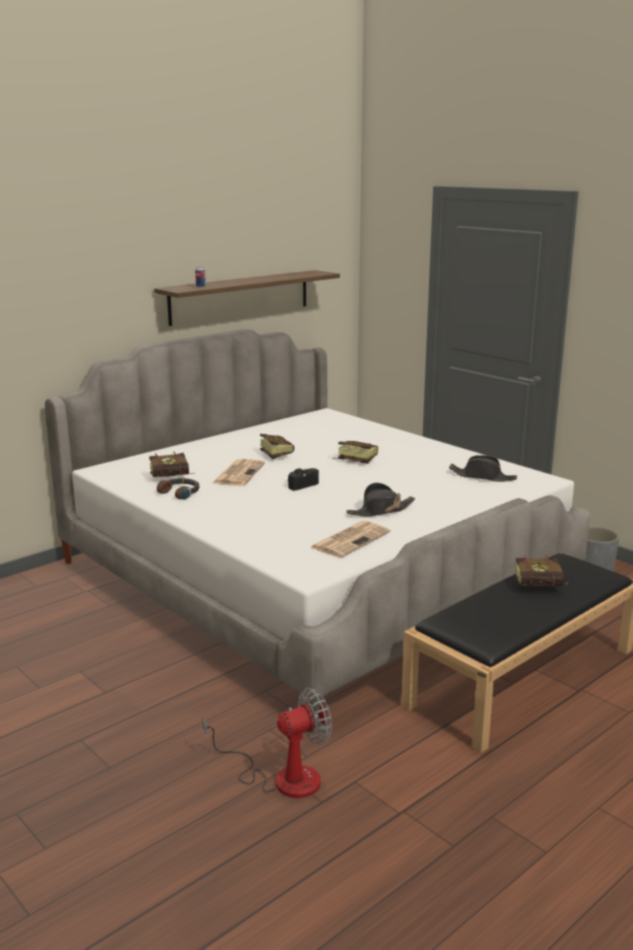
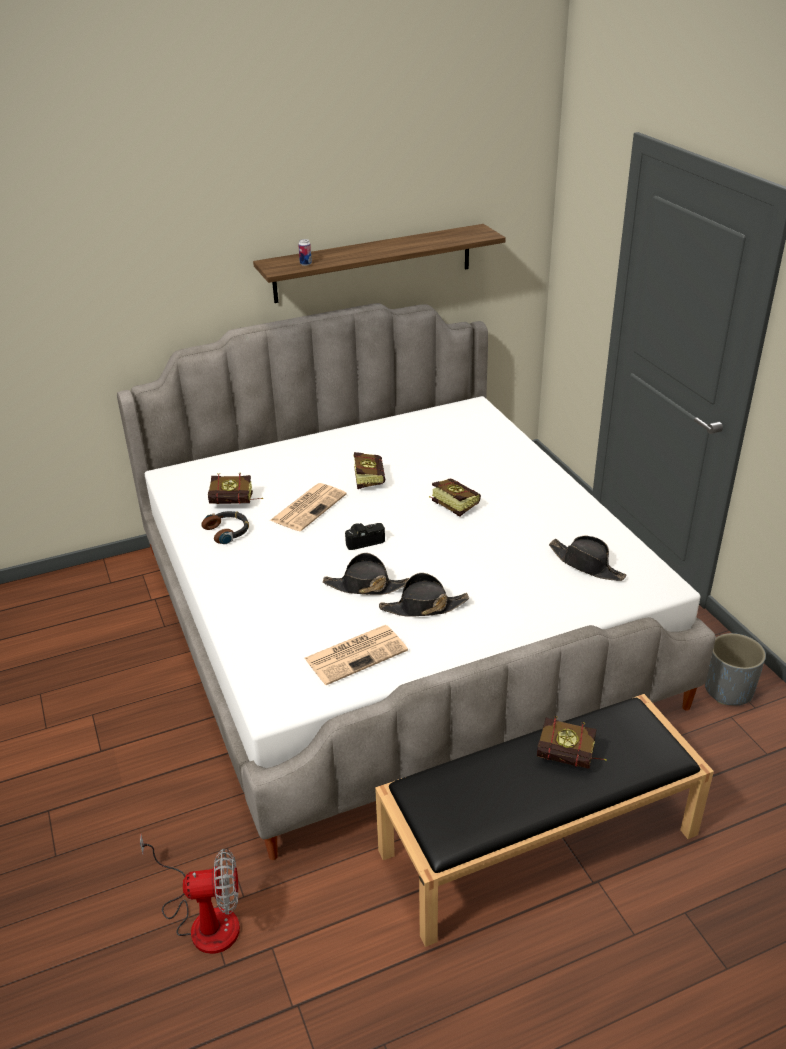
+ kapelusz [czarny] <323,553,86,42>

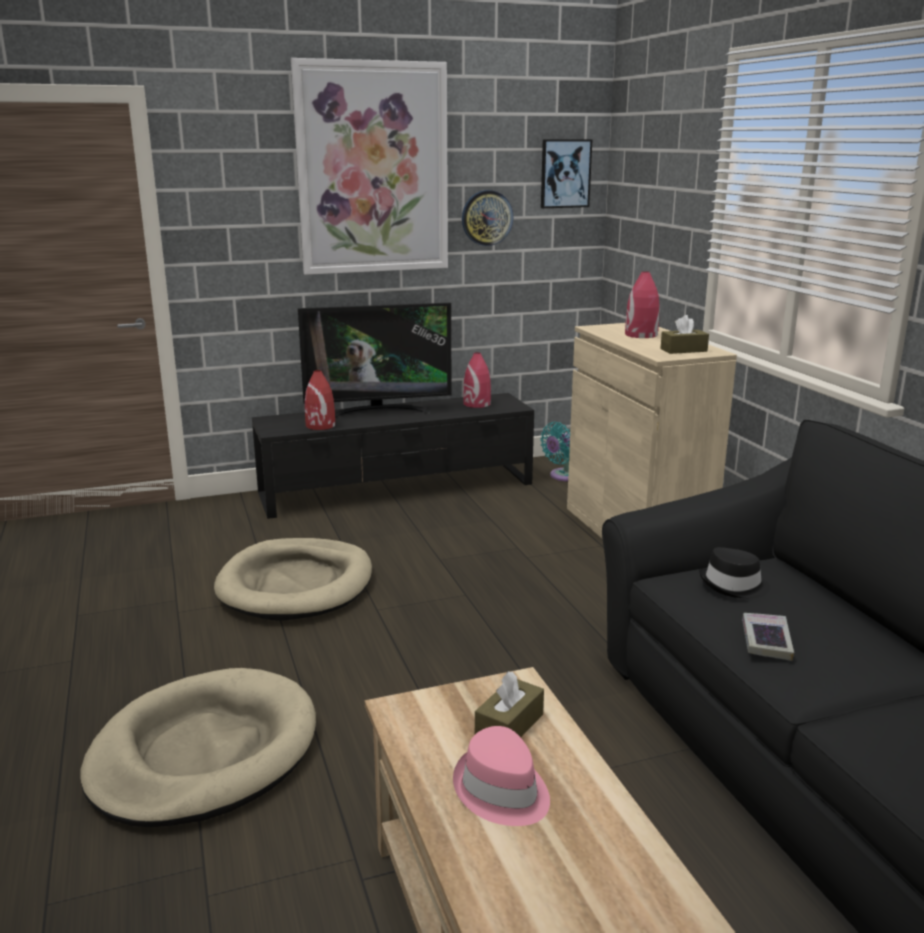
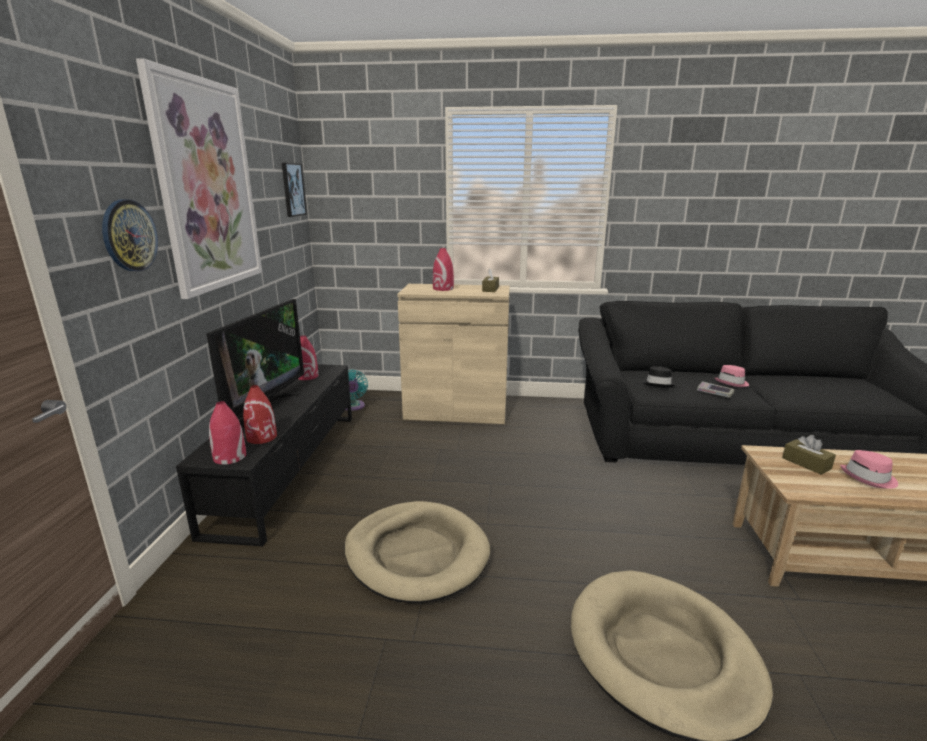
~ zegar ścienny <462,190,51,56> to <102,199,56,72>
+ kapelusz [różowy] <715,365,34,22>
+ wazon [czerwony] <209,401,37,64>

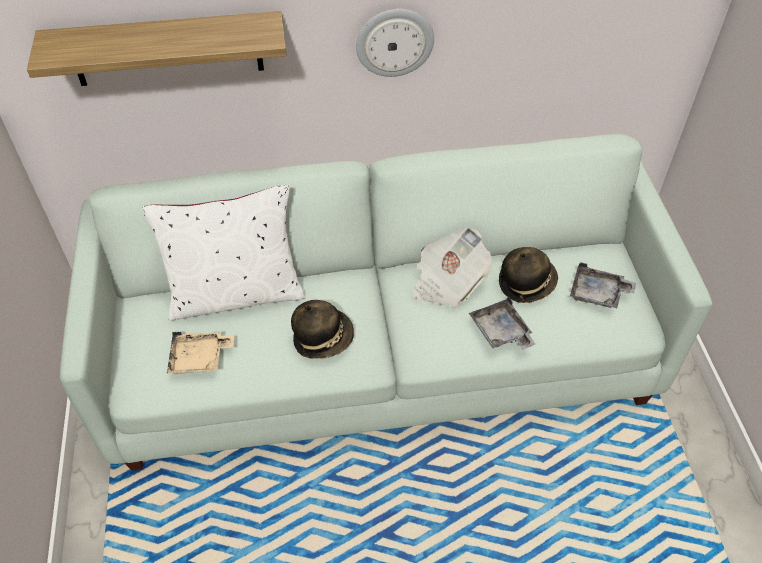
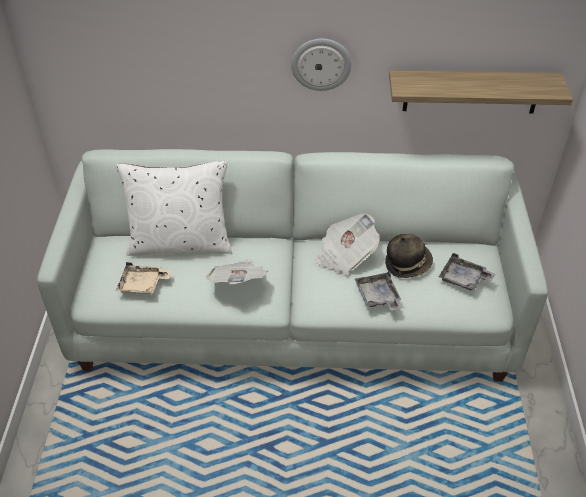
~ półka <27,11,260,75> to <389,70,184,43>
~ kapelusz <291,300,63,59> to gazeta <206,260,62,24>

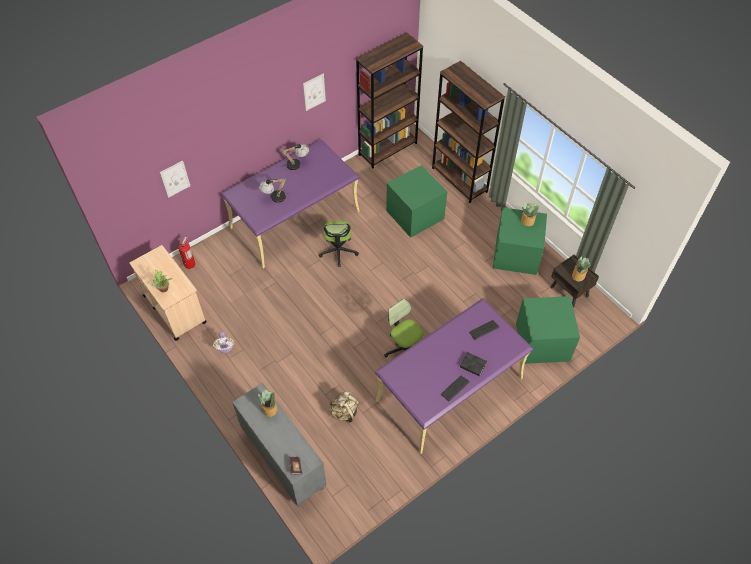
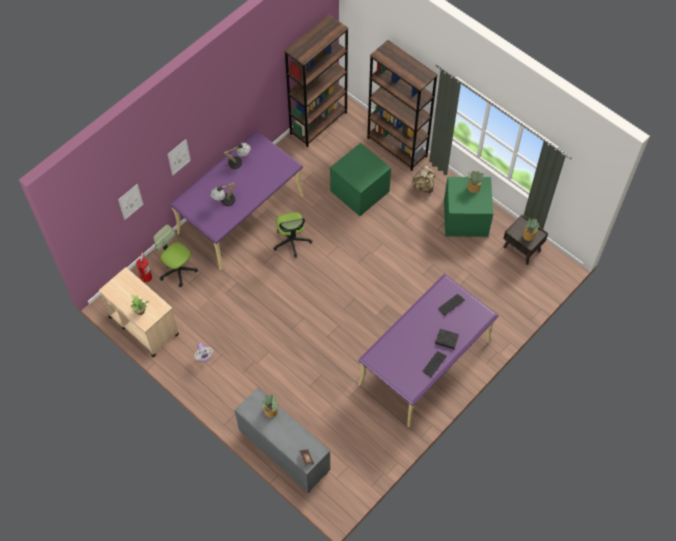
~ obraz <303,74,23,37> to <168,139,23,36>
- pojemnik do przechowywania [zielony] <516,296,64,68>
~ krzesło biurowe <384,299,40,59> to <153,225,45,62>
~ plecak [beżowy] <329,392,31,31> to <412,166,24,27>

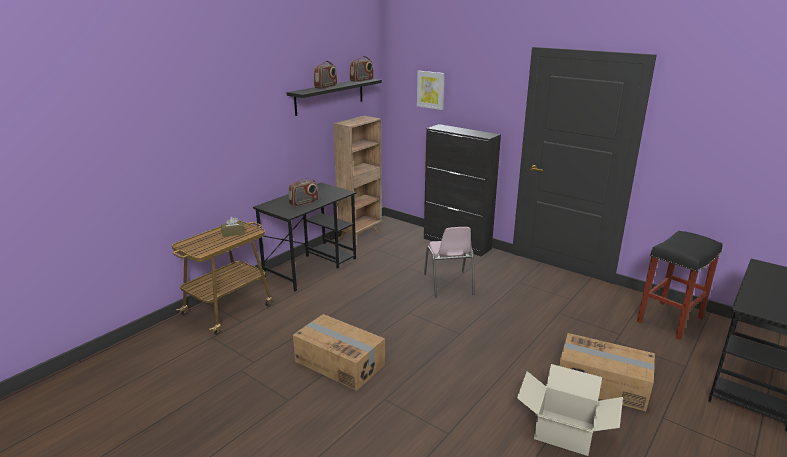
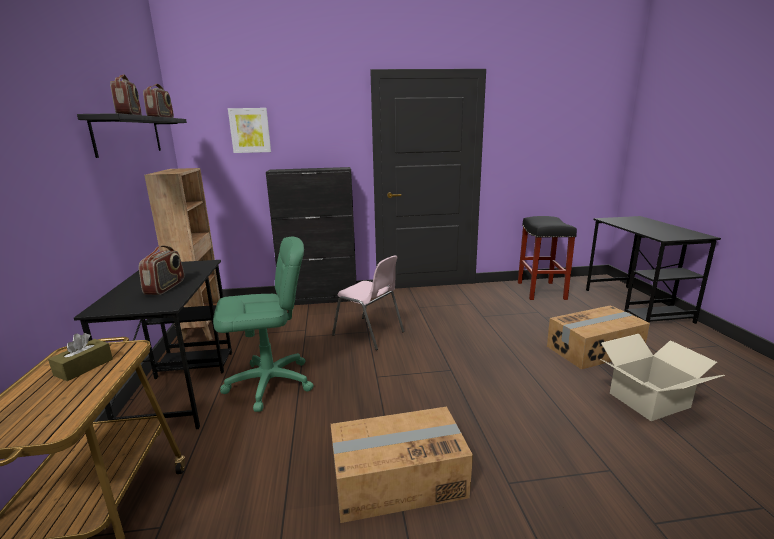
+ krzesło biurowe [zielony] <213,237,101,175>

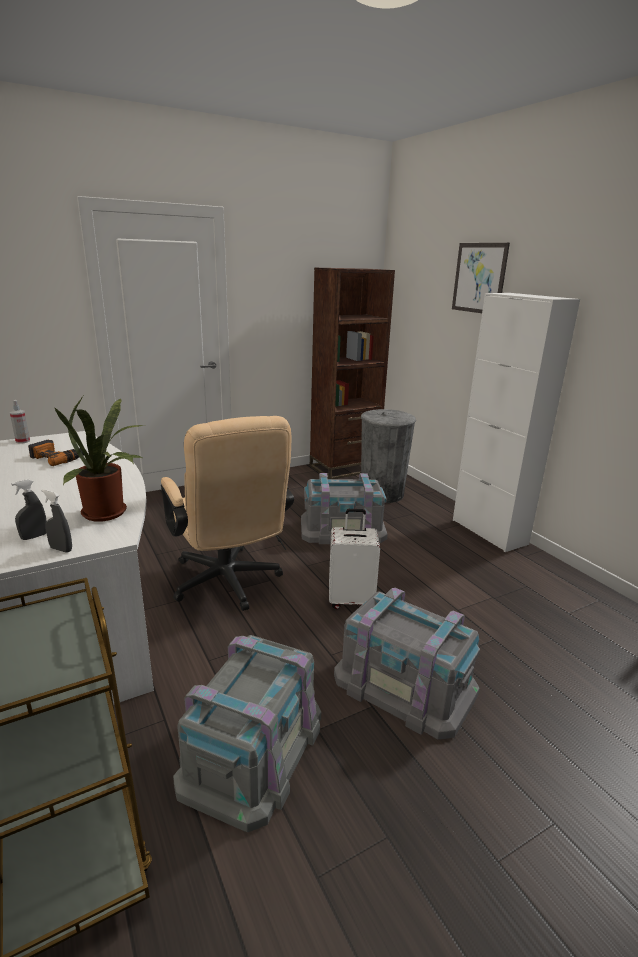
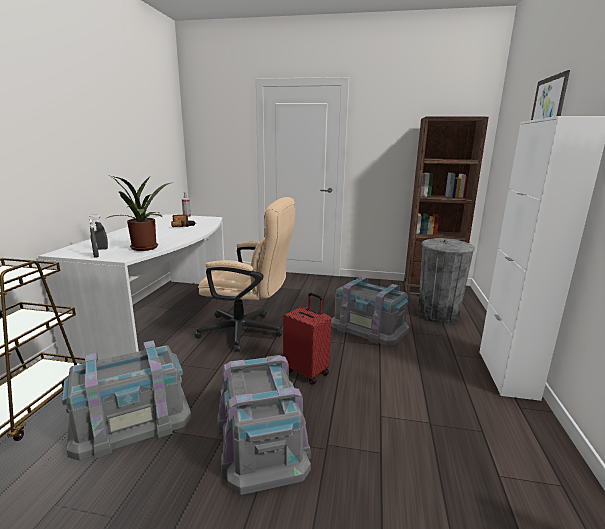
~ krzesło biurowe [beżowy] <161,416,133,195> = <194,197,101,155> 90 degrees counterclockwise
~ walizka [biały] <329,509,51,100> to walizka [czerwony] <283,293,48,91>

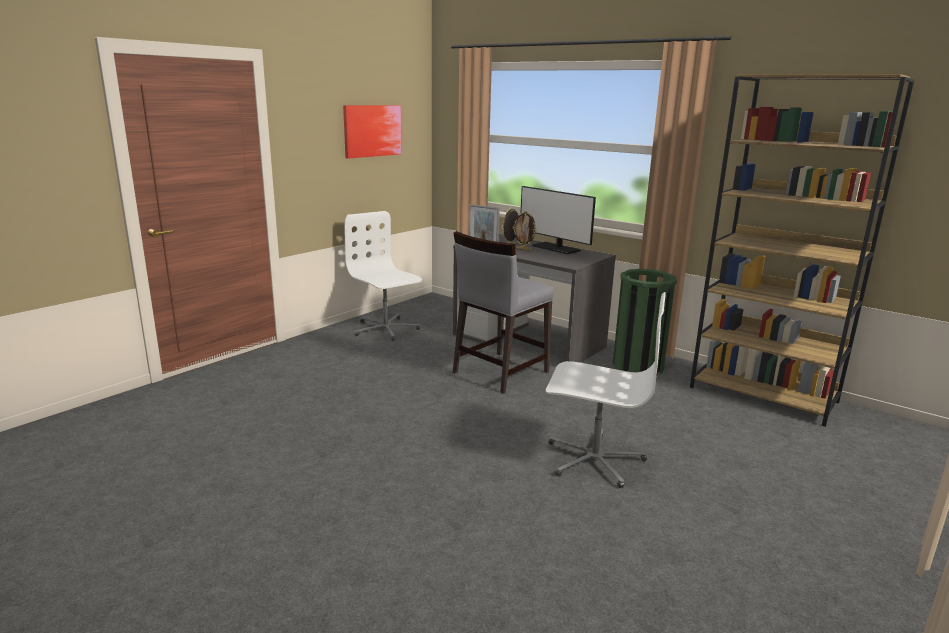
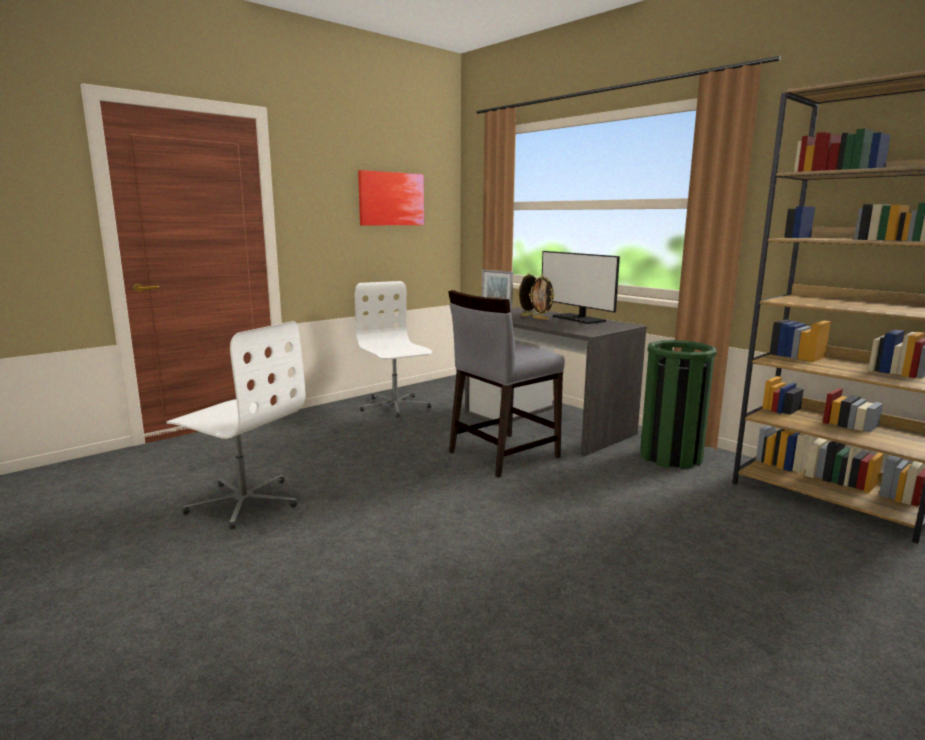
~ krzesło biurowe [biały] <546,292,120,196> to <167,321,138,208>

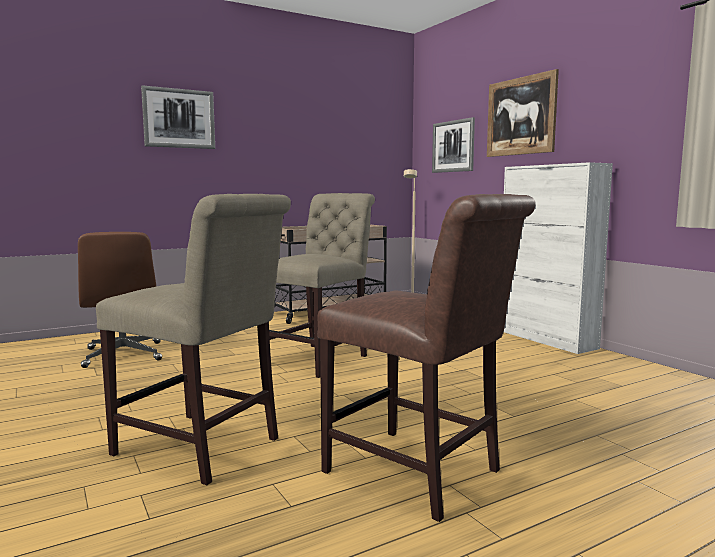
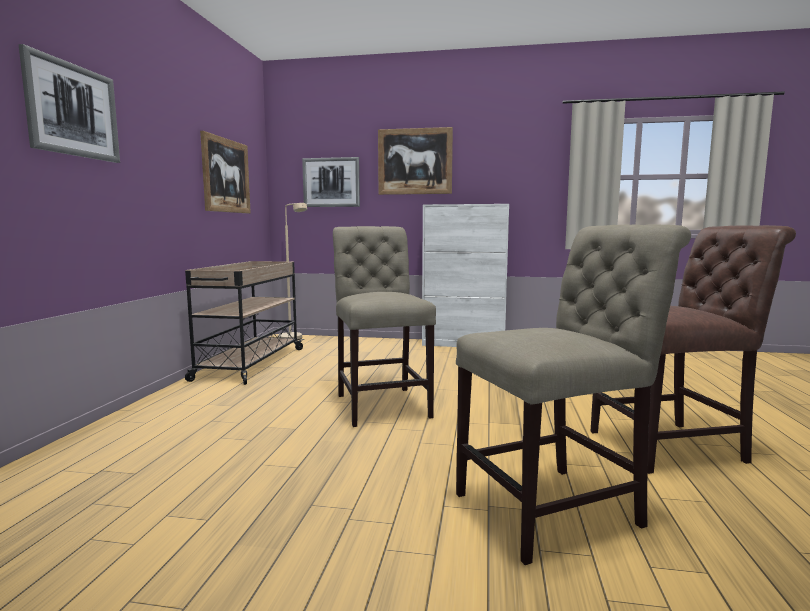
- krzesło biurowe [brązowy] <78,232,84,136>
+ obraz <200,131,51,82>

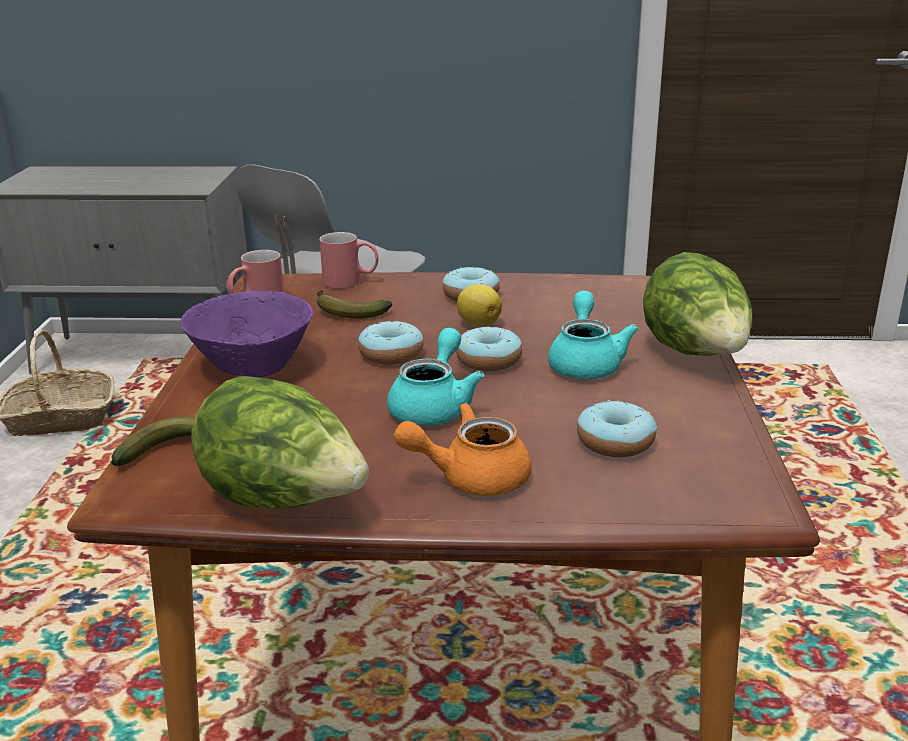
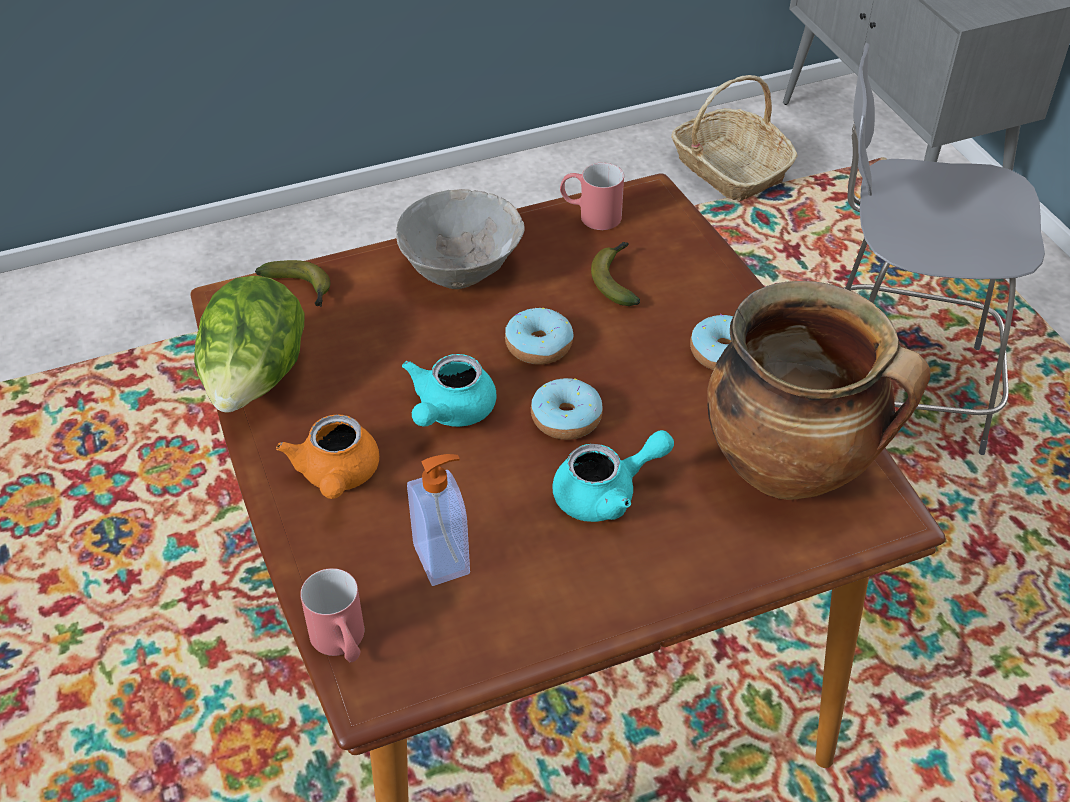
~ kubek [czerwony] <319,232,59,57> to <300,568,64,95>
- sałata <643,252,110,104>
- cytryna <457,284,45,43>
~ miska [fioletowy] <181,291,132,86> to miska [szary] <396,189,129,100>
~ imbryk [turkusowy] <387,328,97,97> = <402,354,94,73> 120 degrees clockwise
~ donut <577,400,80,57> to dozownik mydła <407,454,63,132>
~ imbryk [pomarańczowy] <394,403,138,93> = <276,414,103,85> 150 degrees counterclockwise
+ garnek <707,281,223,219>

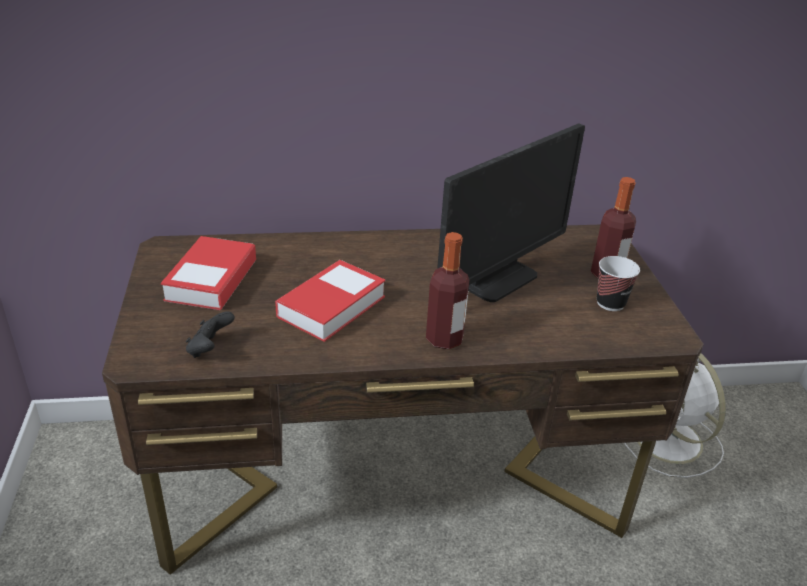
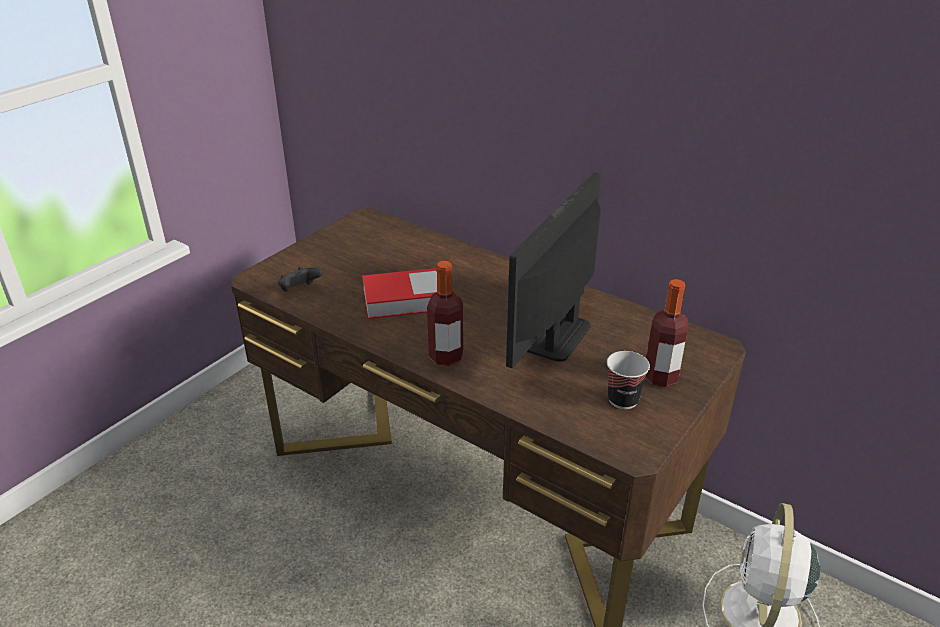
~ monitor <437,123,148,179> = <506,172,94,197> 120 degrees clockwise
- książka <161,236,95,74>

